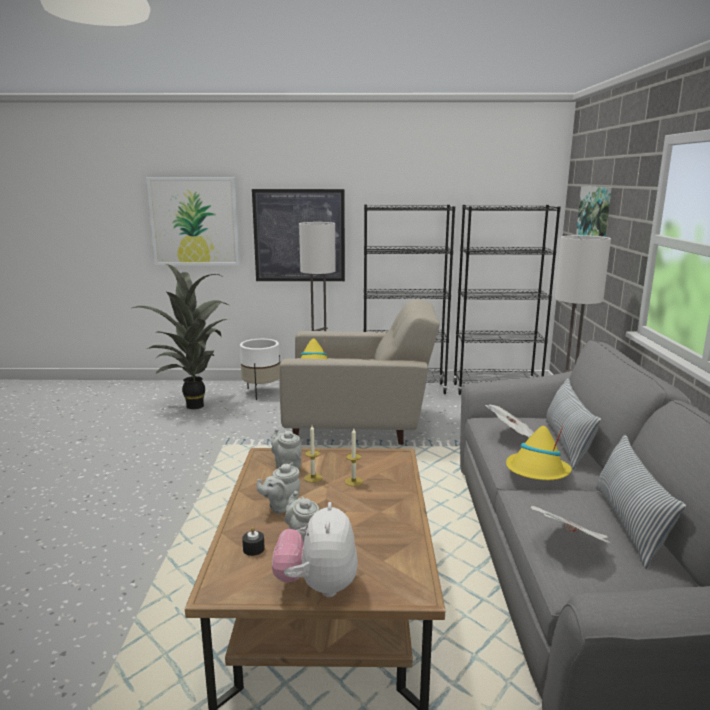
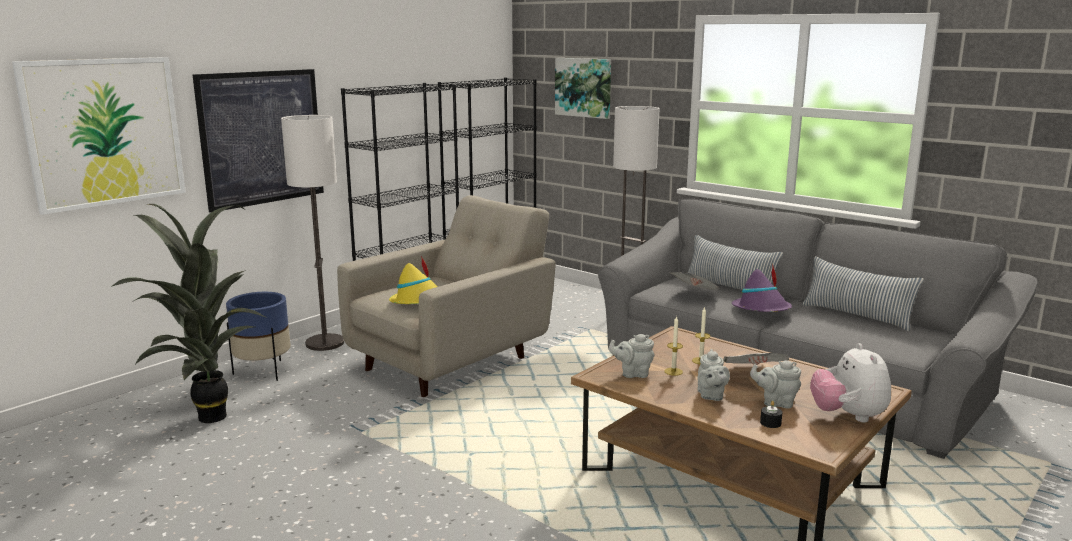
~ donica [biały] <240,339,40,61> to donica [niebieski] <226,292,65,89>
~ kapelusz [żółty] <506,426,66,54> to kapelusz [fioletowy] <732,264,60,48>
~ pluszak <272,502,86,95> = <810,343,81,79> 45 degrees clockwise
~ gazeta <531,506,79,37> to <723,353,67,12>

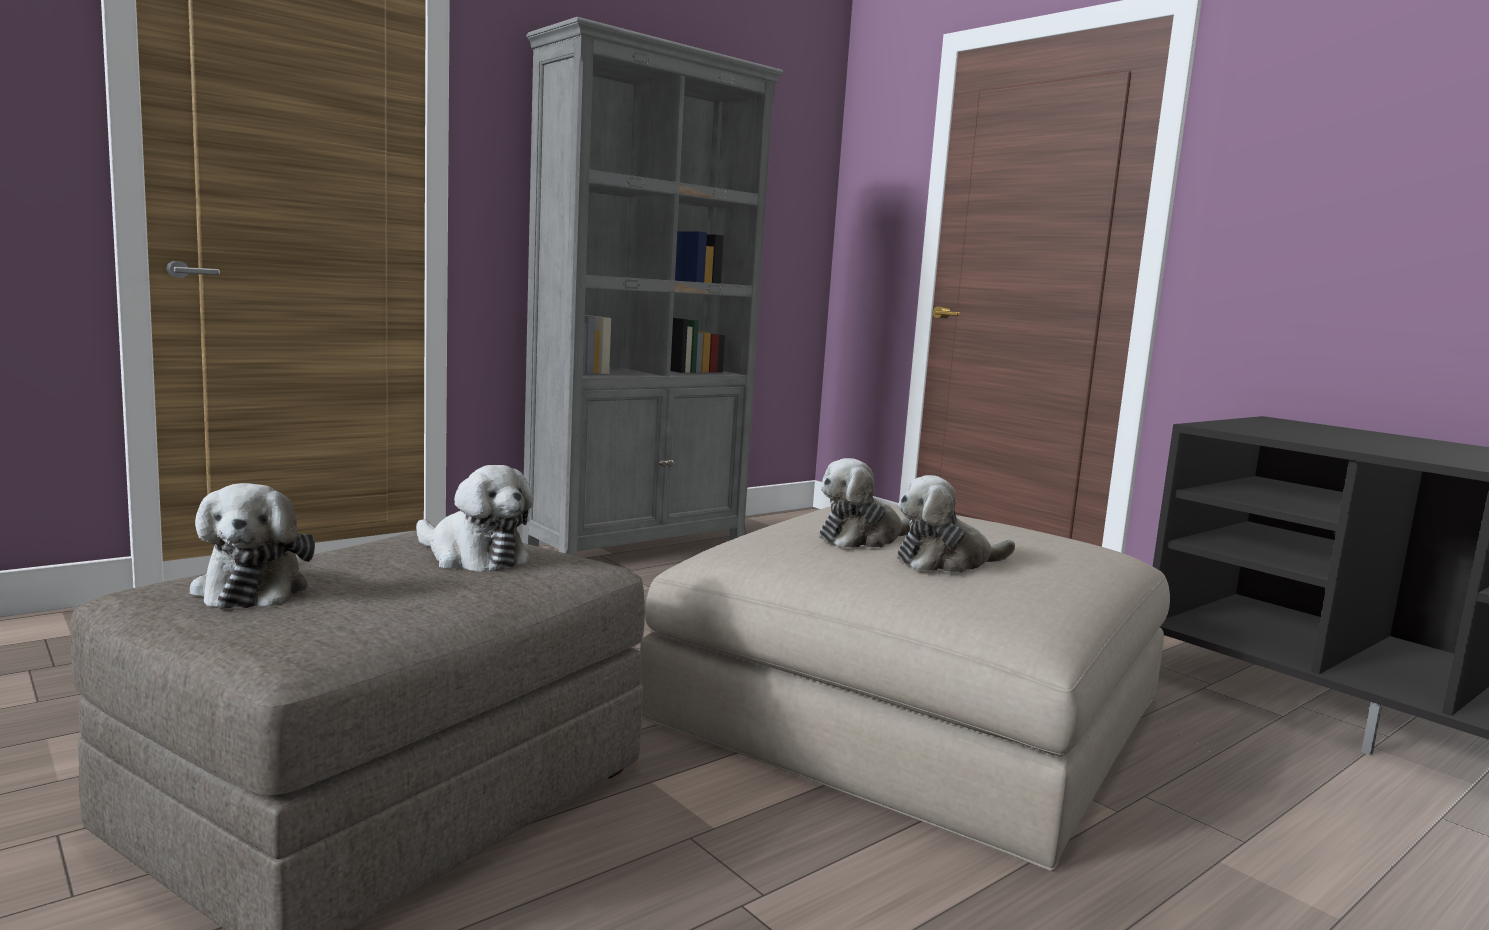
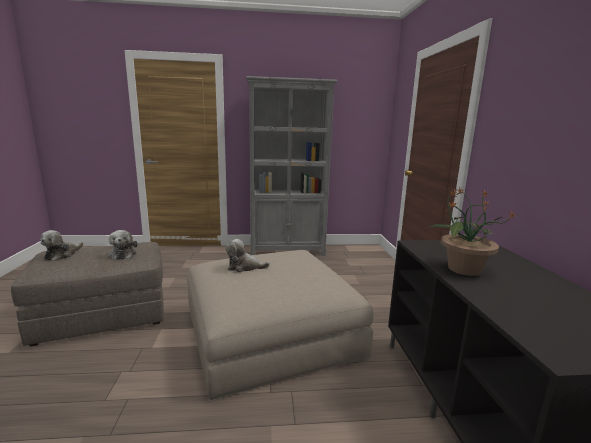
- pluszak <897,475,118,98>
+ roślina doniczkowa <428,187,87,89>

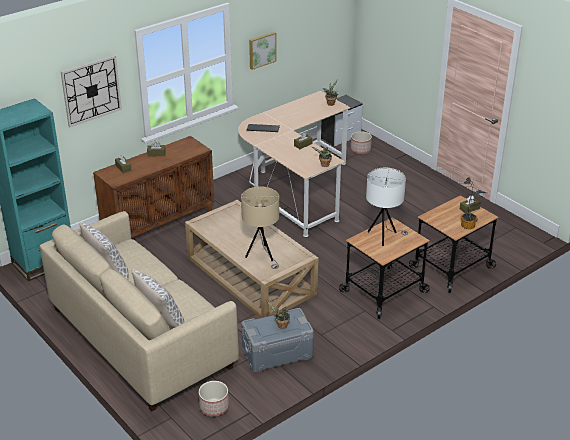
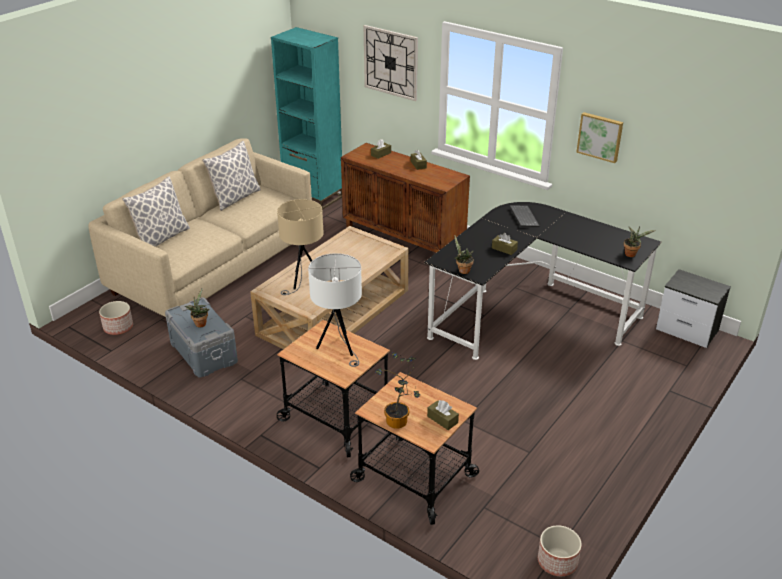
~ biurko [beżowy] <238,91,113,146> to biurko [czarny] <424,202,238,158>
~ donica <351,131,21,23> to <538,525,44,51>

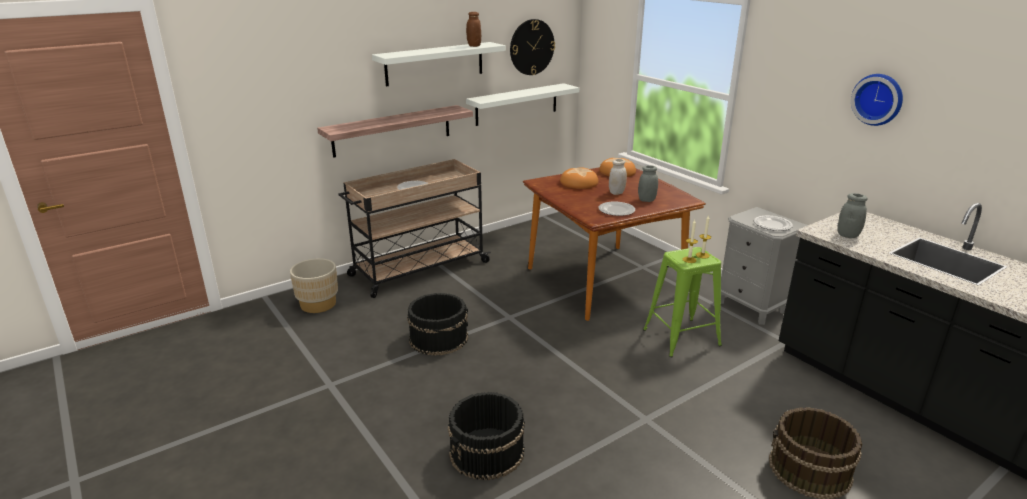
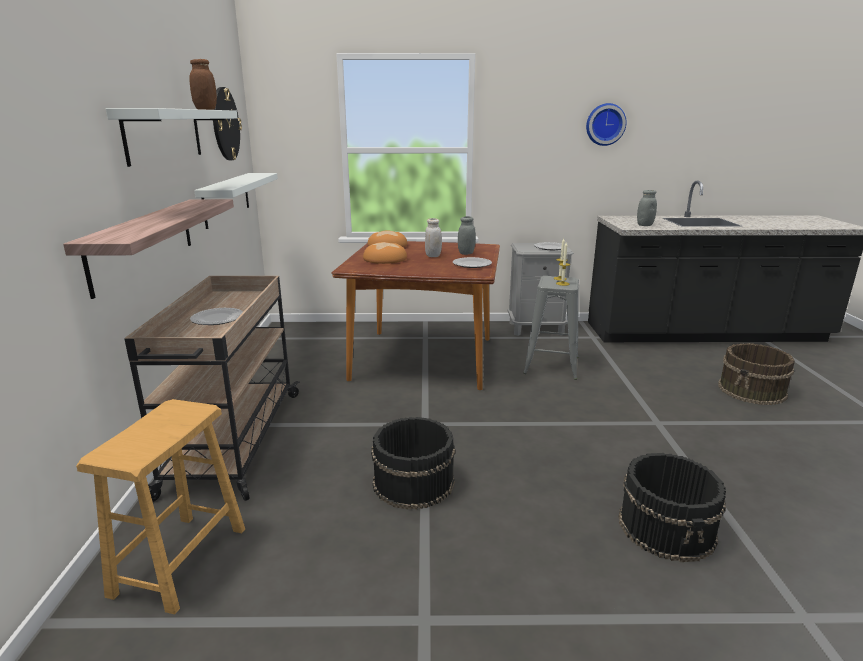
~ stołek [zielony] <643,247,79,110> to stołek [szary] <523,276,56,104>
~ donica [beżowy] <290,258,48,55> to stołek [brązowy] <76,399,169,215>

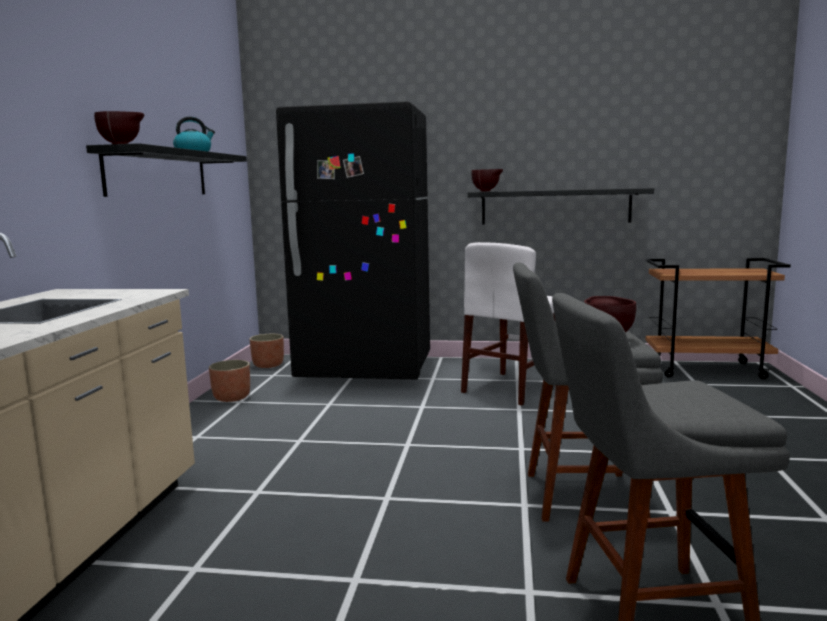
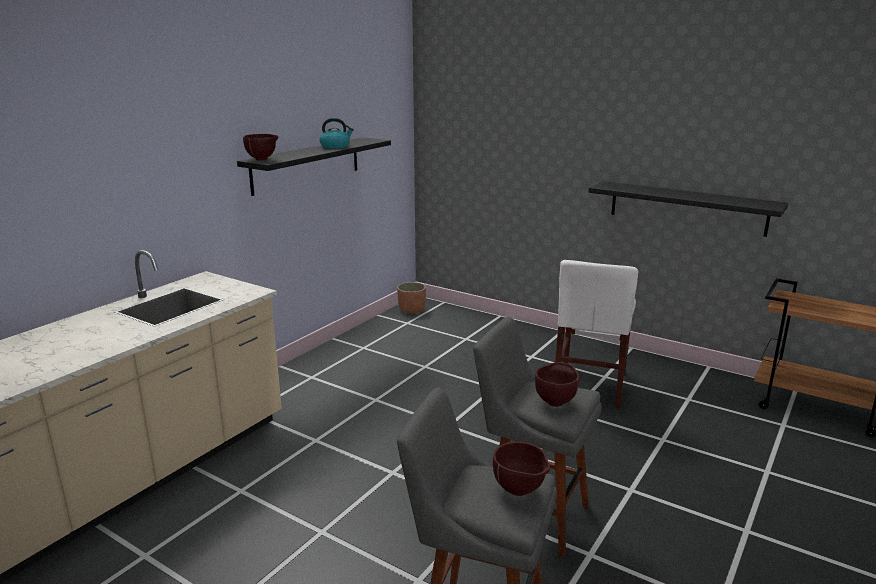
- lodówka [czarny] <276,101,154,278>
~ miska [brązowy] <471,169,32,22> to <493,442,57,54>
~ krzesło [biały] <461,242,95,163> = <555,260,83,148> 45 degrees counterclockwise
- donica <209,360,41,42>

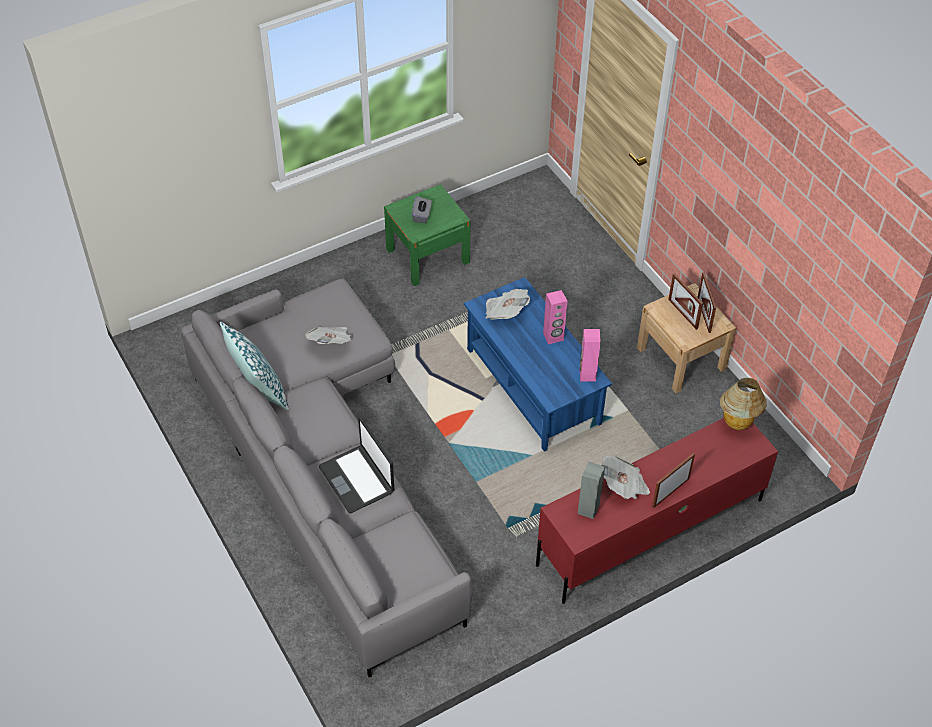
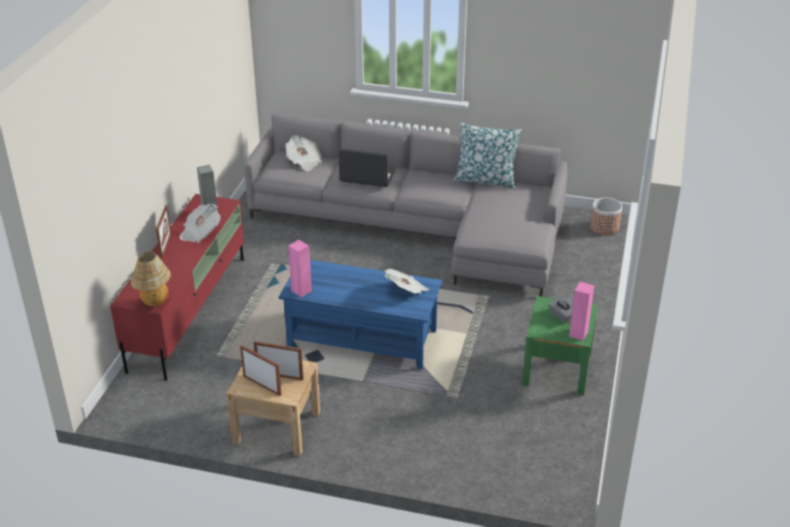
~ głośnik [różowy] <543,290,24,54> to <569,282,25,59>
~ gazeta <305,327,47,17> to <285,135,37,36>
+ donica <590,198,32,37>

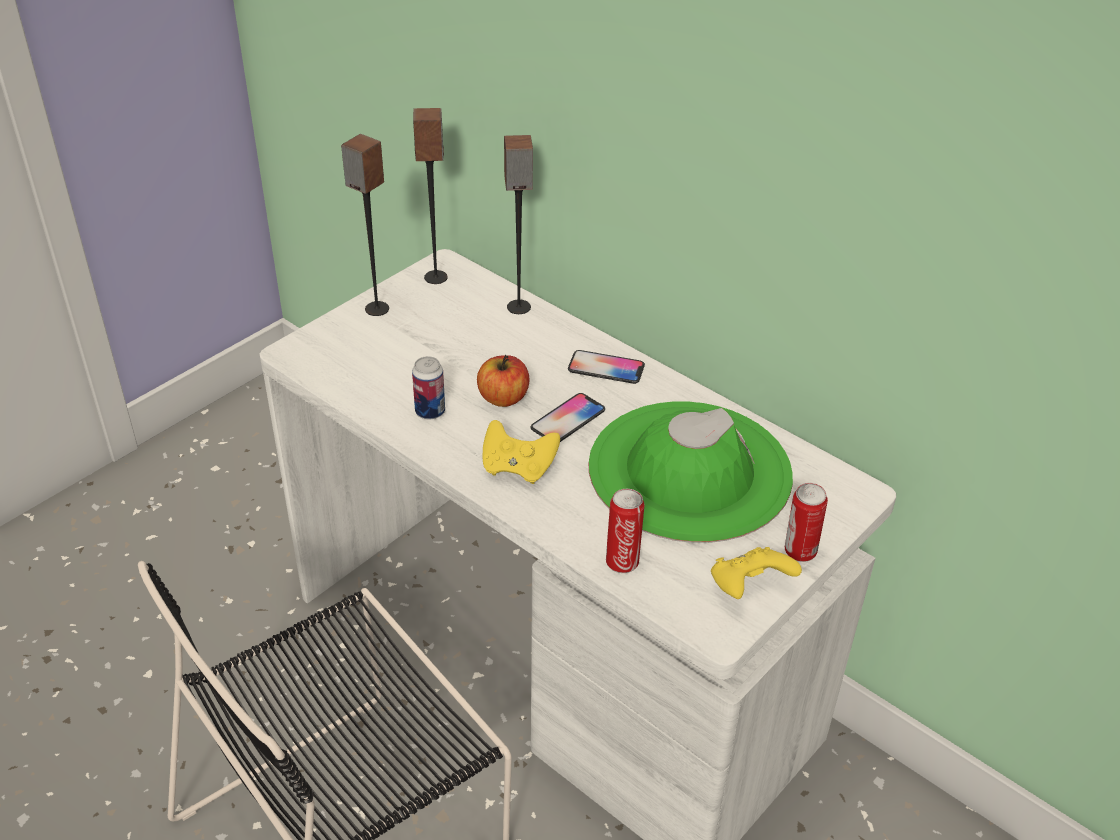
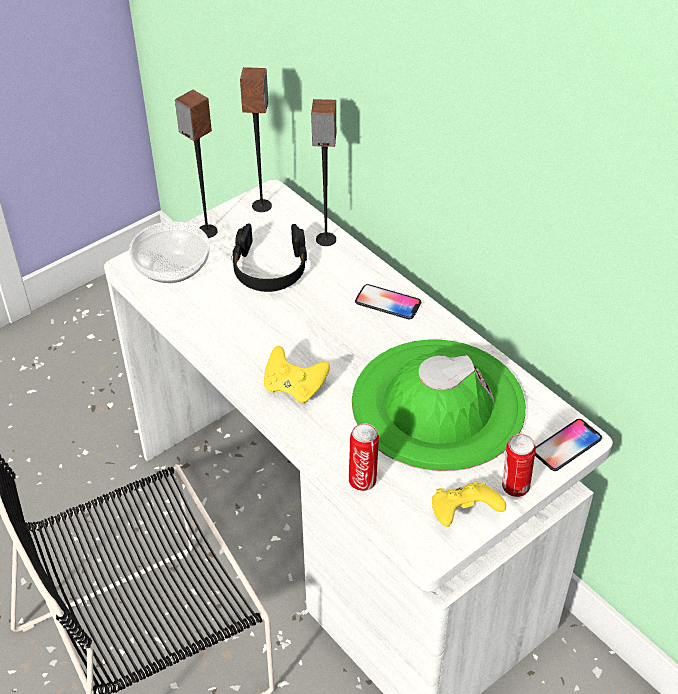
- jabłko <477,355,53,52>
- puszka <412,356,33,63>
~ telefon <530,393,75,49> to <535,419,67,52>
+ miska <129,221,81,62>
+ słuchawki [czarny] <232,224,75,68>

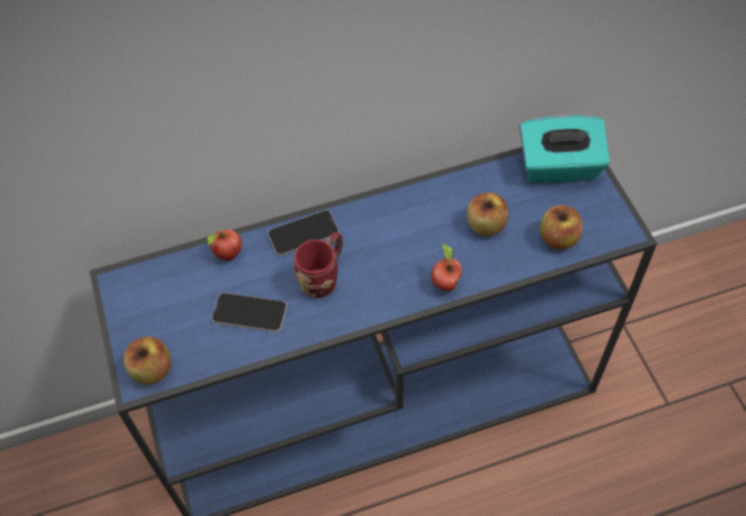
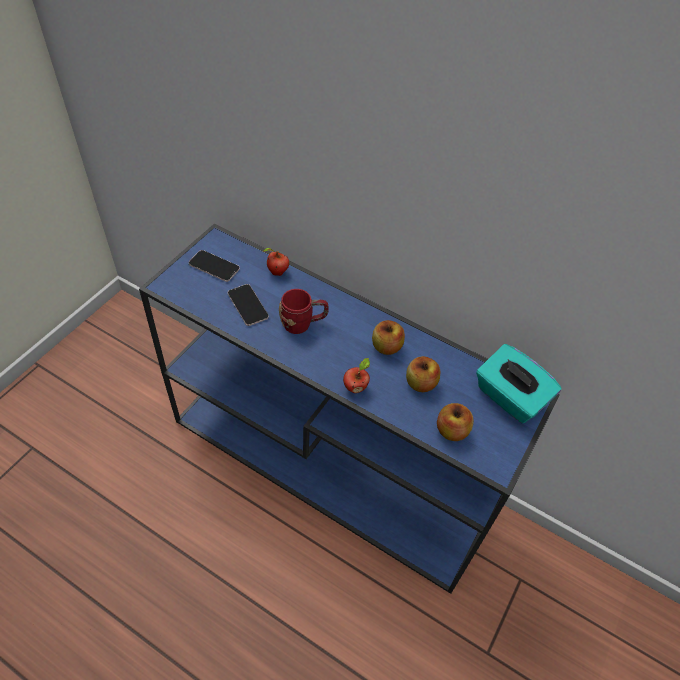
~ telefon <268,210,71,46> to <188,250,52,32>
~ jabłko <124,337,47,48> to <372,320,33,35>

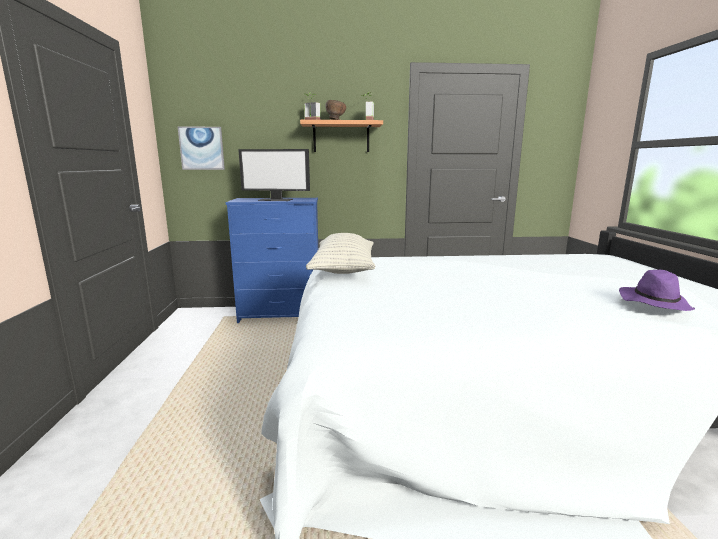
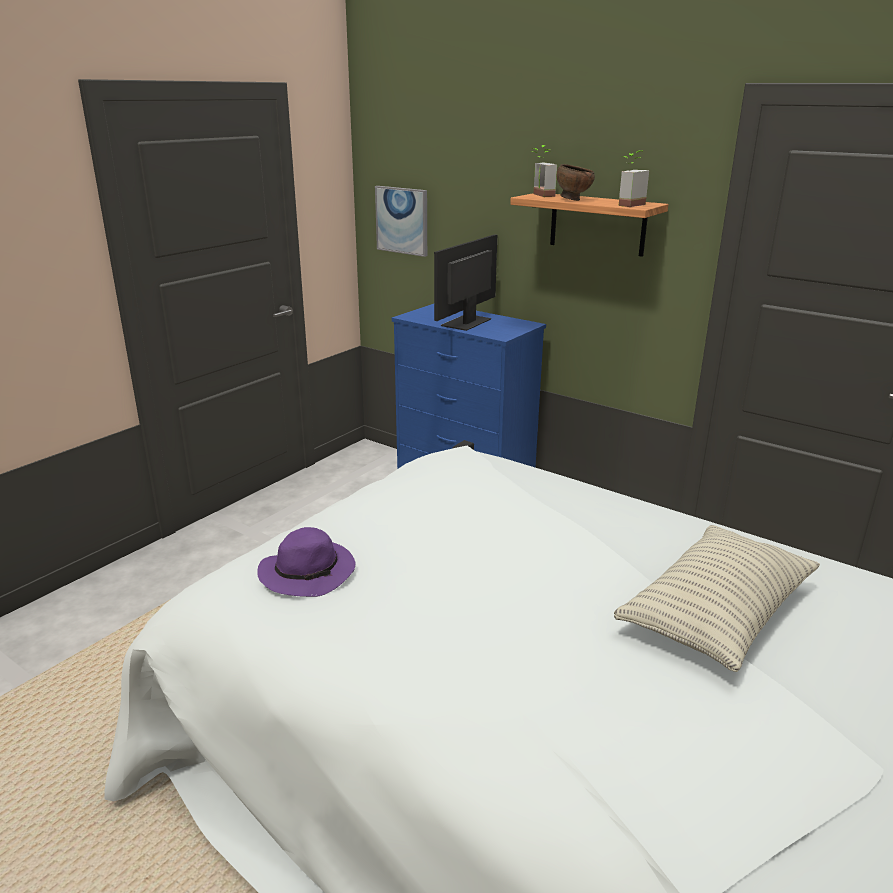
~ monitor <238,149,72,52> = <434,234,63,97> 75 degrees clockwise
~ poduszka <306,233,70,41> to <614,525,206,147>
~ kapelusz [fioletowy] <619,270,76,41> to <257,527,99,70>

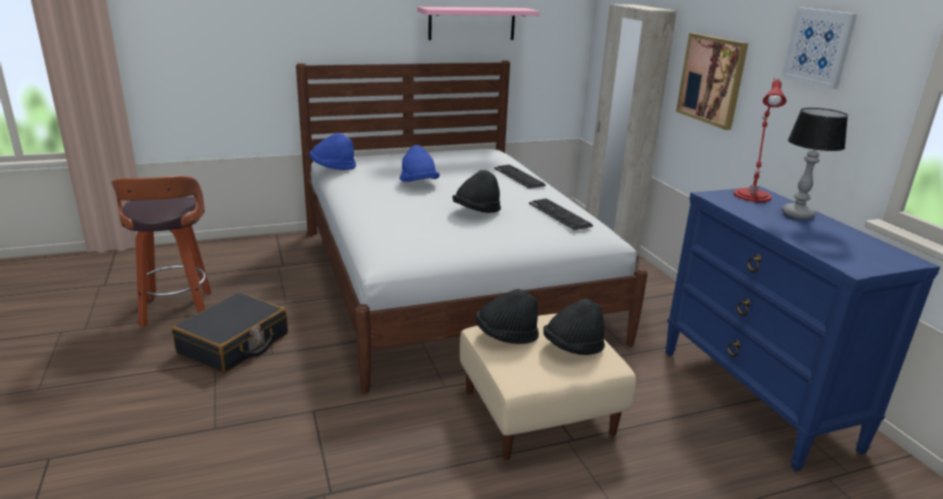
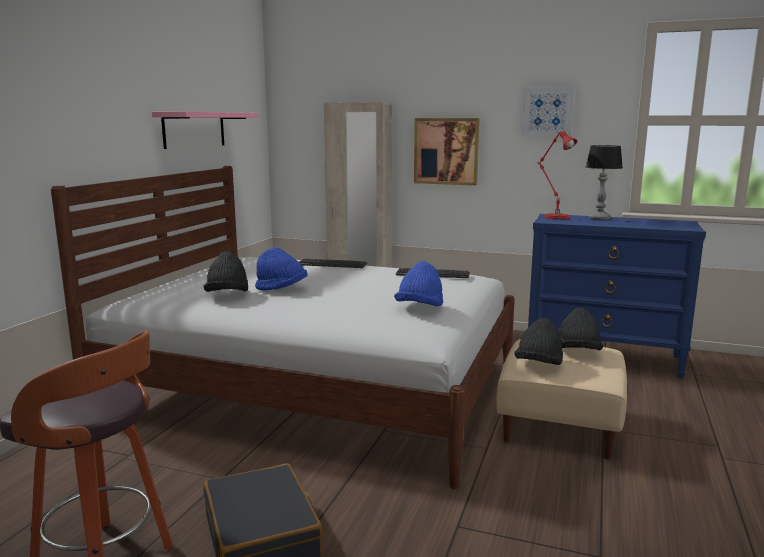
~ kapelusz [niebieski] <310,133,46,37> to <394,261,49,45>
~ kapelusz [czarny] <453,170,48,43> to <204,251,44,41>

